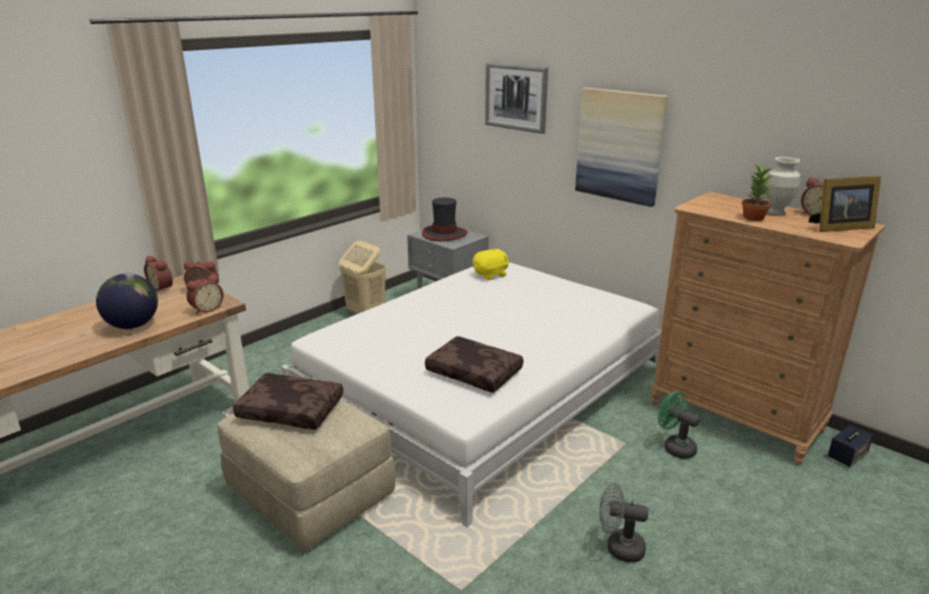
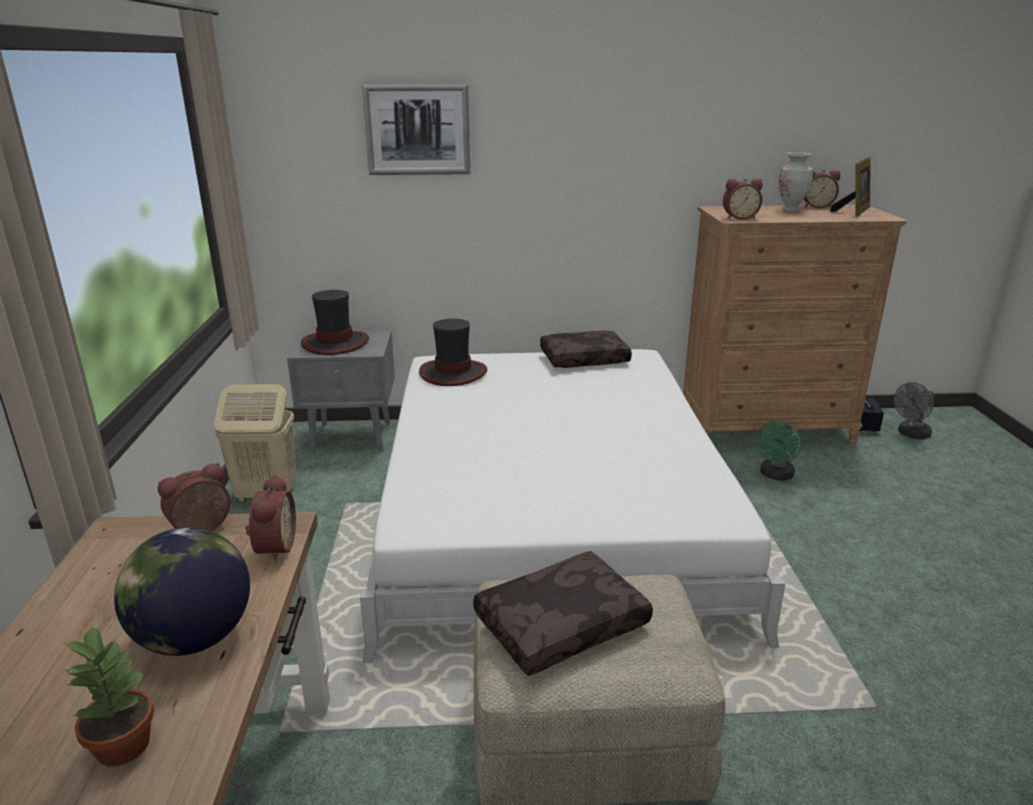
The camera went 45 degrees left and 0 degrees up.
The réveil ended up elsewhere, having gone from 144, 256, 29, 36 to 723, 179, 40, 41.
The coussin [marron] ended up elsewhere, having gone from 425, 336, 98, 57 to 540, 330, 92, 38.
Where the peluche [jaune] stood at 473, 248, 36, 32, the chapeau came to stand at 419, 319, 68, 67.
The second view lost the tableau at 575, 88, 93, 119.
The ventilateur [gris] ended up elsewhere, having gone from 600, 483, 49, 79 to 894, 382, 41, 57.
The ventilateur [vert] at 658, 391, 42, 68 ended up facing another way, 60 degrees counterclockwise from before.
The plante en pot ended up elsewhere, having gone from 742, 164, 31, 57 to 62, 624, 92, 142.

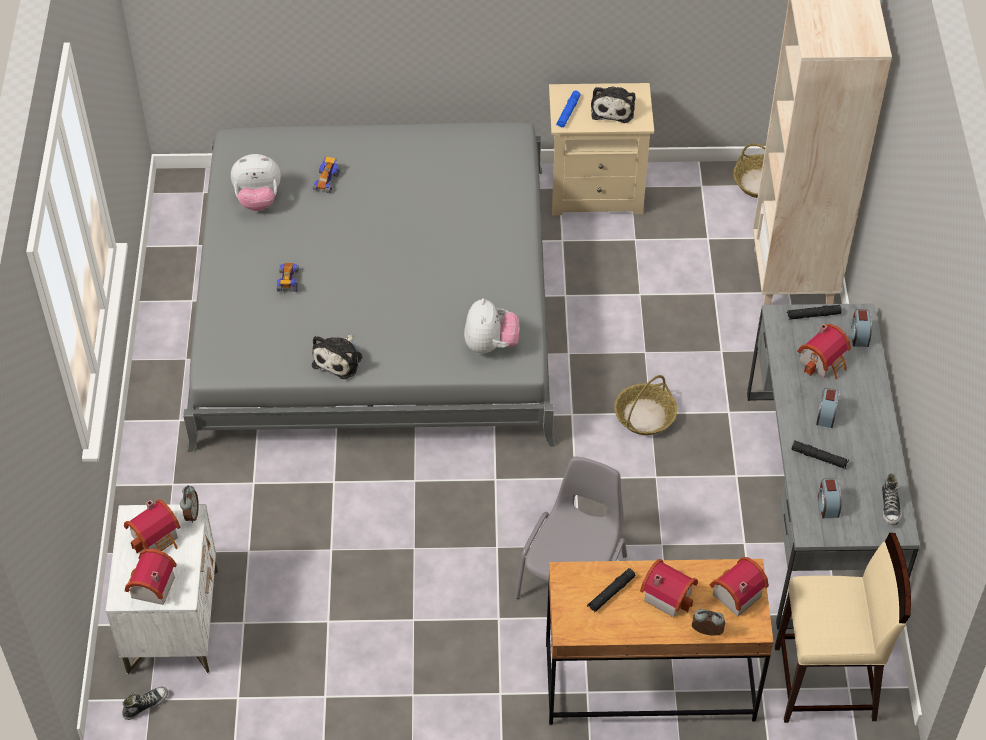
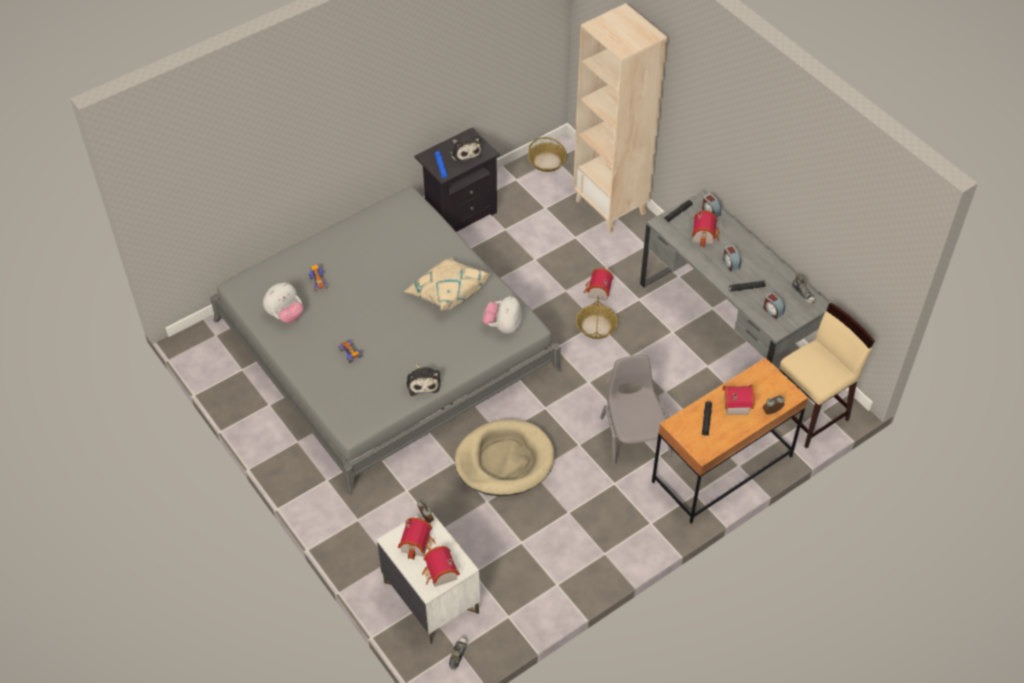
The camera went 35 degrees left and 0 degrees up.
The peluche at 464, 298, 55, 55 ended up facing another way, 135 degrees counterclockwise from before.
What was the table de chevet [beige] at 549, 83, 105, 132 turned into the table de chevet [noir] at 415, 128, 85, 104.
The maison miniature ended up elsewhere, having gone from 709, 557, 60, 59 to 584, 268, 29, 32.
The second view gained the coussin [beige] at 404, 257, 86, 53.
The second view gained the panier pour chien [beige] at 455, 419, 99, 77.

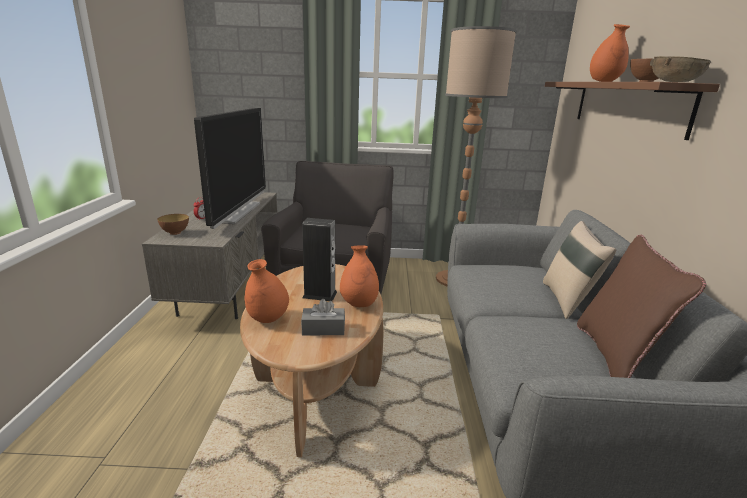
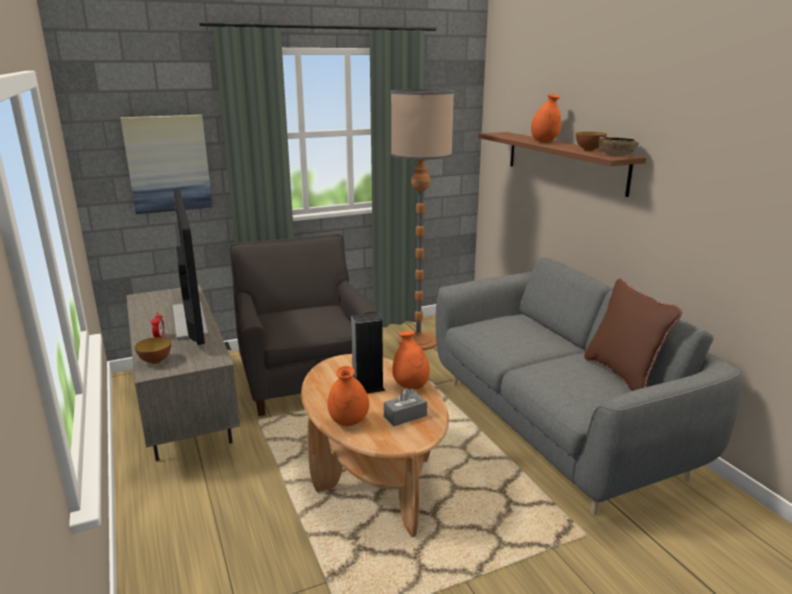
The camera went 25 degrees left and 0 degrees up.
The second view lost the coussin [beige] at 543, 221, 73, 98.
The second view gained the tableau at 120, 115, 93, 99.

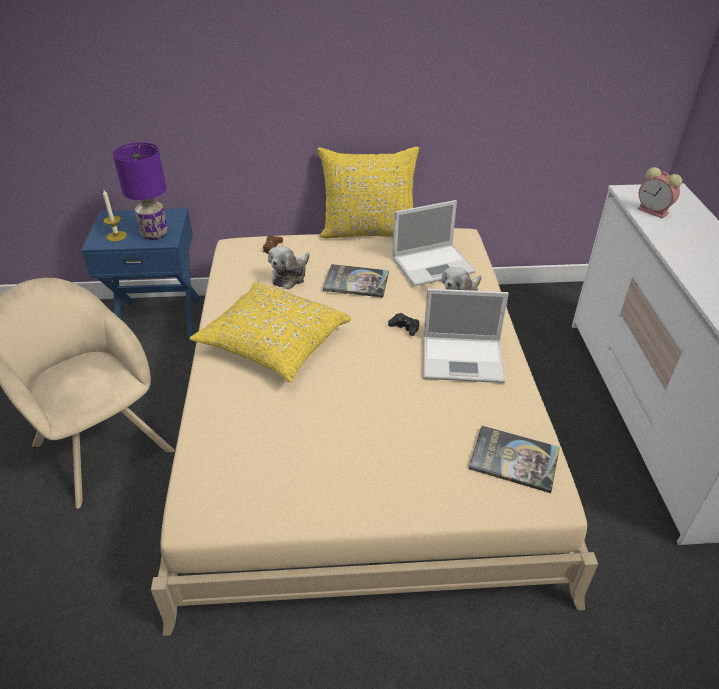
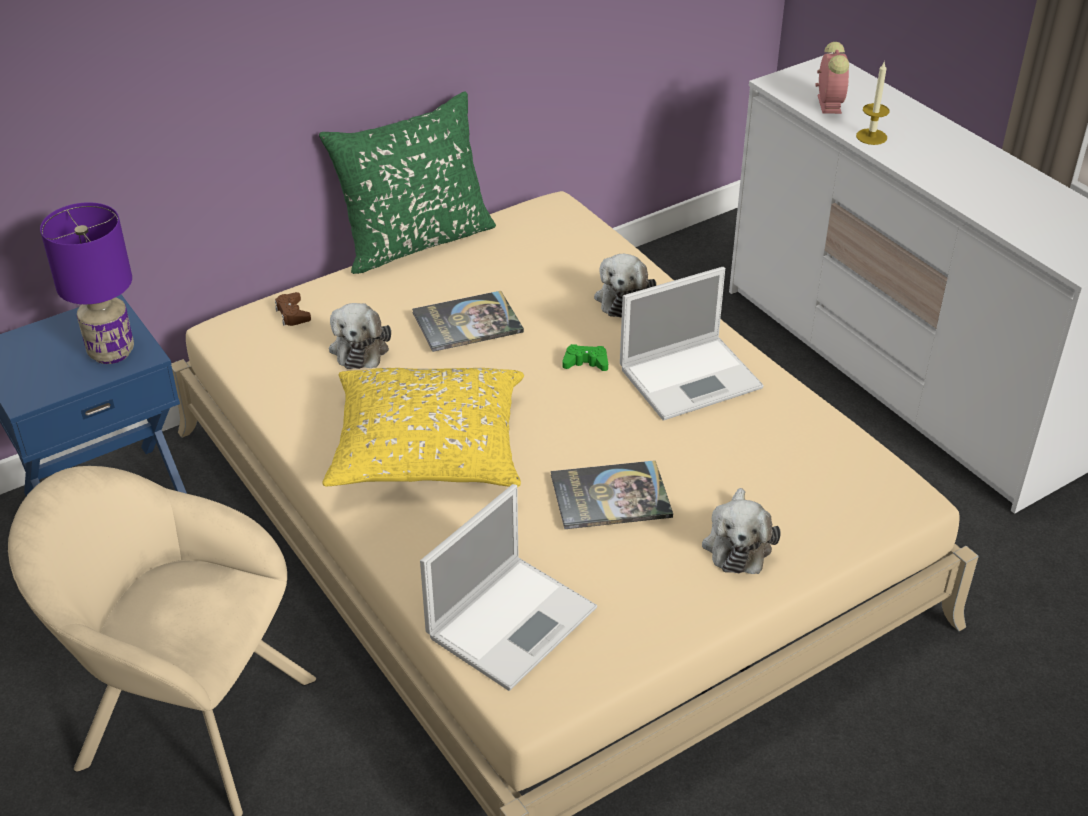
The camera went 30 degrees left and 0 degrees up.
The bougie ended up elsewhere, having gone from 103, 190, 24, 52 to 856, 61, 34, 84.
What was the coussin [jaune] at 318, 146, 101, 93 turned into the coussin [vert] at 319, 91, 177, 183.
What was the manette [noir] at 388, 313, 31, 23 turned into the manette [vert] at 562, 344, 46, 27.
The ordinateur portable ended up elsewhere, having gone from 392, 200, 84, 86 to 420, 484, 177, 207.
The livre ended up elsewhere, having gone from 469, 426, 91, 67 to 551, 460, 122, 69.
The réveil at 638, 167, 44, 51 ended up facing another way, 105 degrees counterclockwise from before.
The second view gained the peluche at 702, 488, 78, 86.

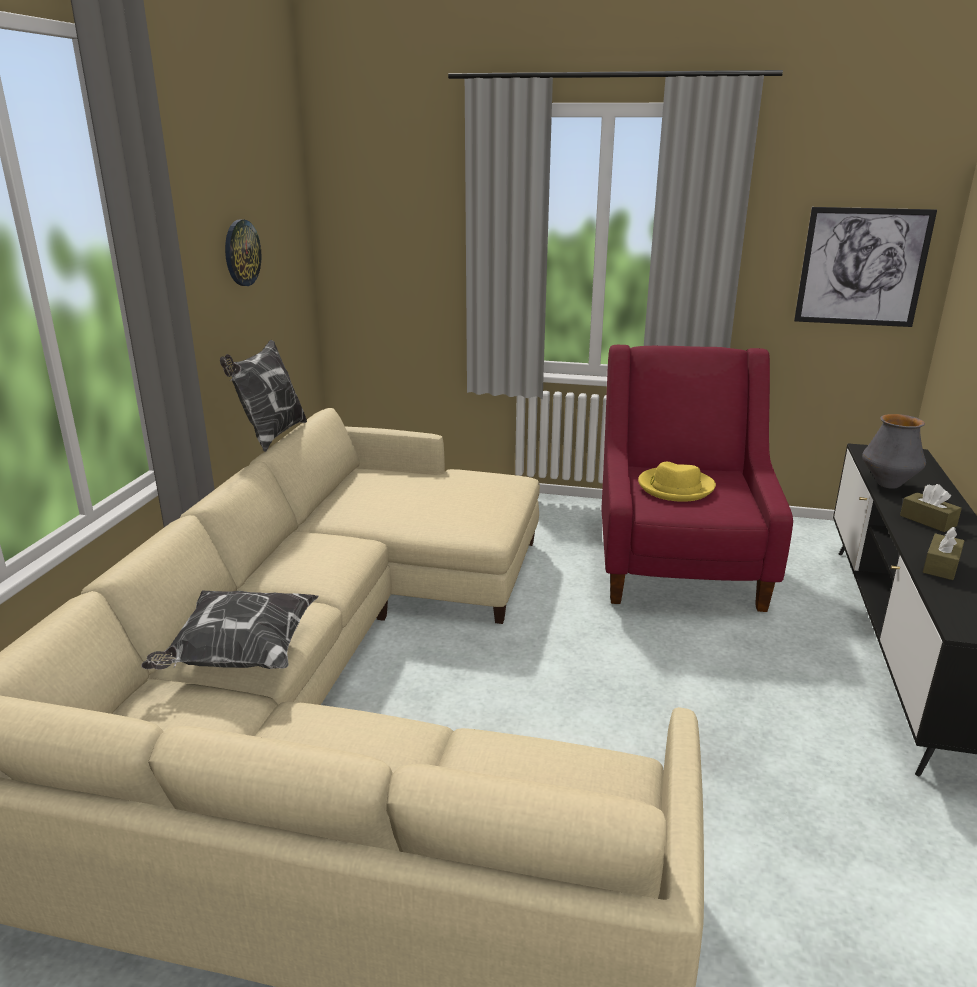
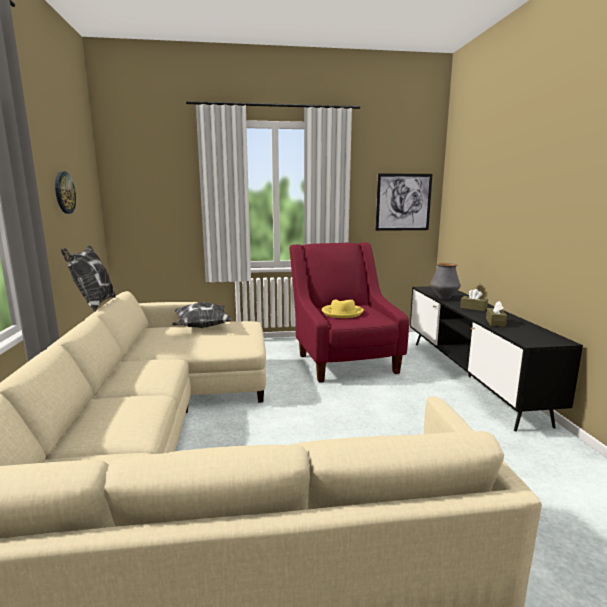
The camera went 20 degrees left and 10 degrees down.
The coussin ended up elsewhere, having gone from 141, 591, 177, 79 to 172, 302, 60, 26.

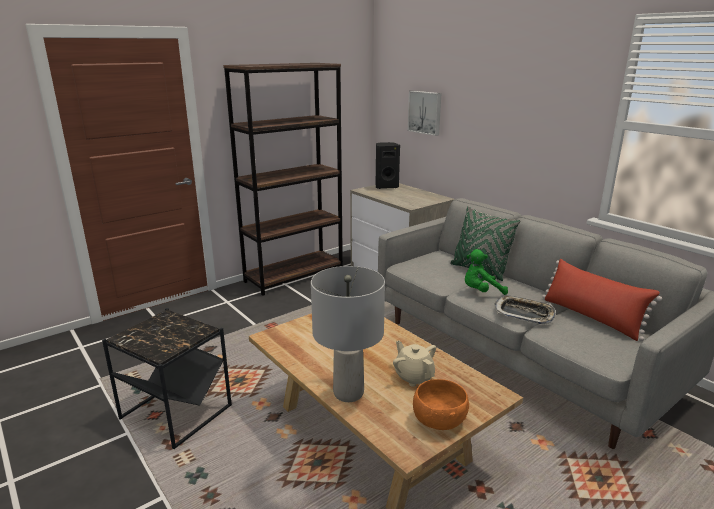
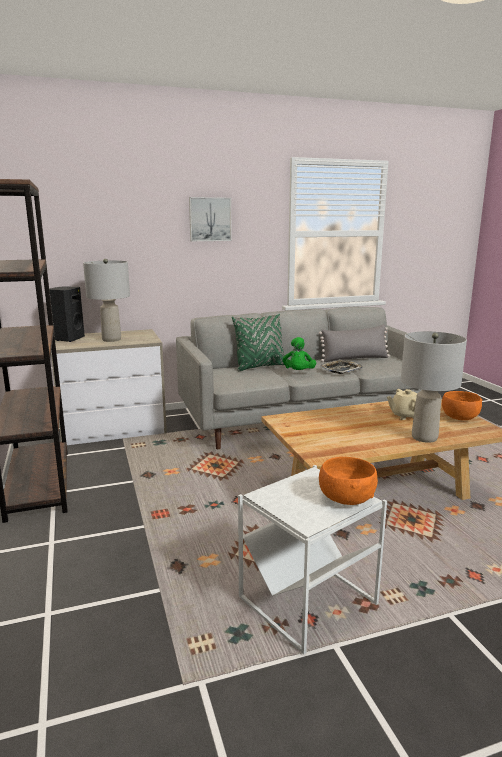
The camera went 70 degrees left and 5 degrees down.
What was the table d'appoint [noir] at 102, 308, 130, 141 turned into the table d'appoint [blanc] at 238, 465, 149, 190.
The tableau ended up elsewhere, having gone from 408, 91, 33, 45 to 189, 197, 43, 44.
What was the coussin [rouge] at 542, 259, 120, 82 turned into the coussin [gris] at 319, 324, 71, 38.
The second view gained the lampe de table [gris] at 83, 259, 47, 83.
The second view gained the bol [orange] at 319, 457, 59, 48.

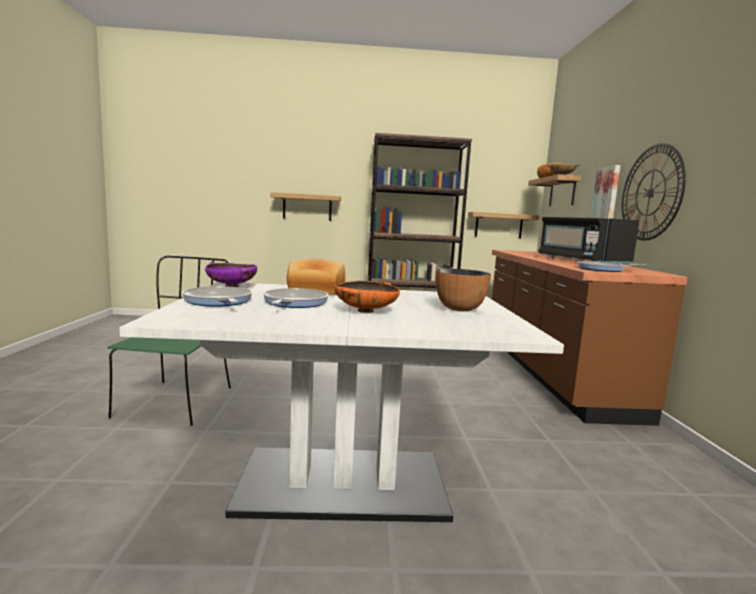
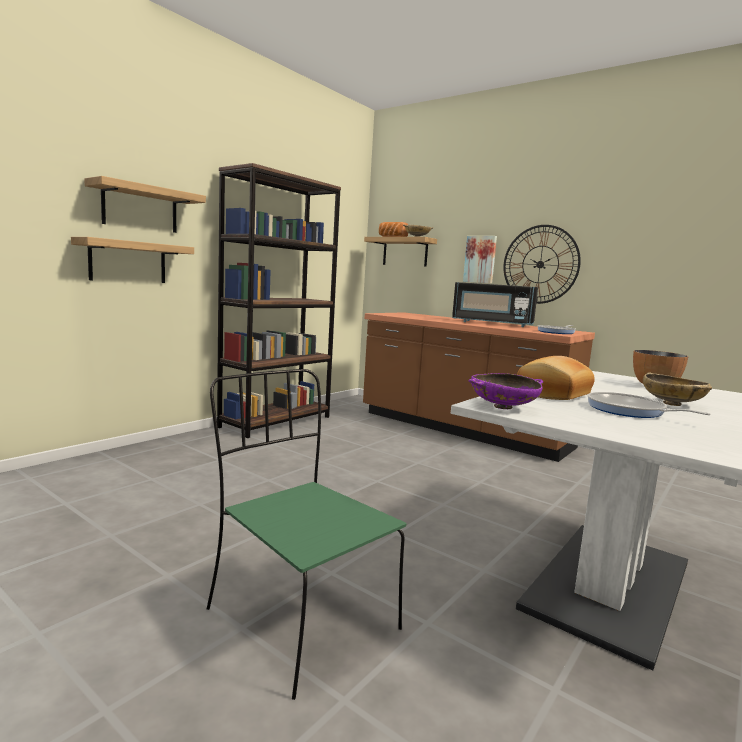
The camera went 50 degrees left and 0 degrees up.
The second view lost the poêle at 182, 286, 70, 20.
What was the bol [orange] at 335, 281, 65, 32 turned into the bol [beige] at 643, 373, 69, 33.
The étagère ended up elsewhere, having gone from 468, 212, 72, 27 to 84, 176, 122, 57.

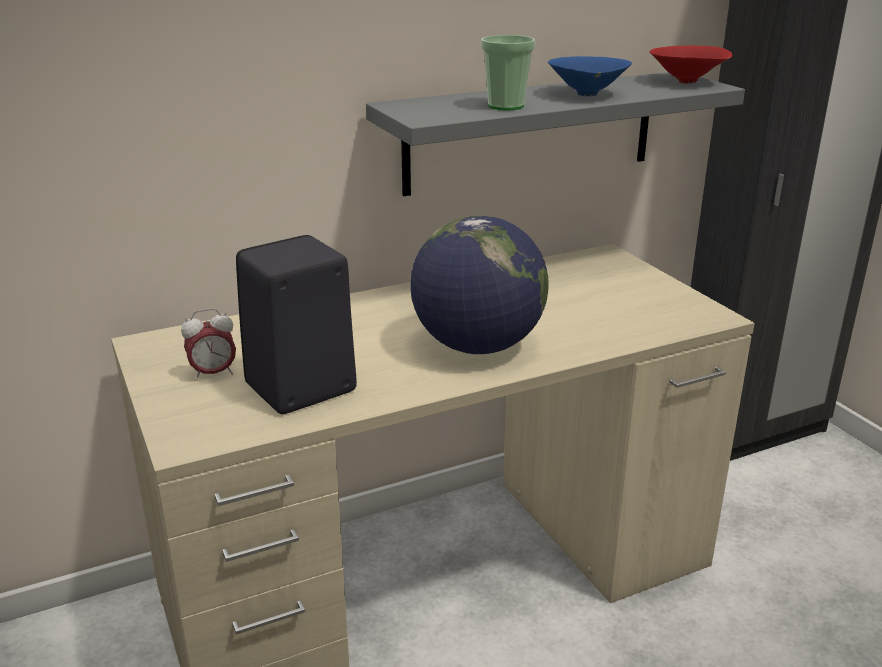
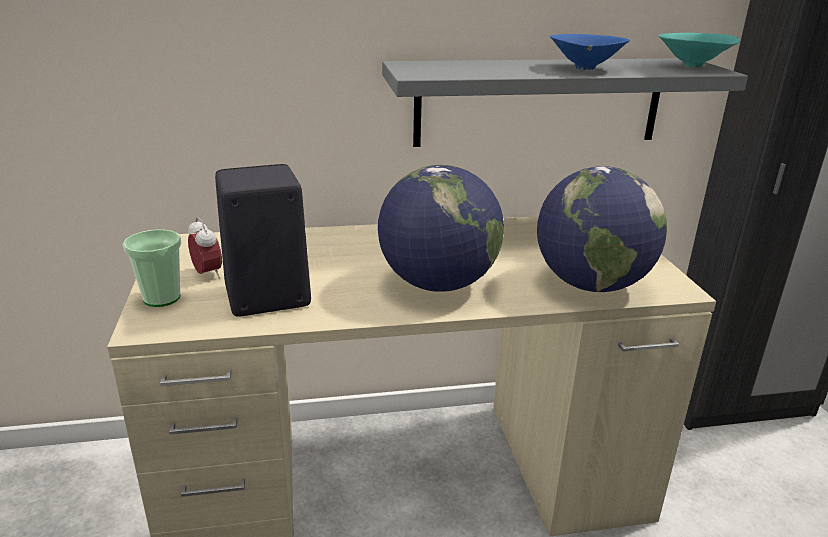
The camera went 15 degrees right and 0 degrees up.
The réveil at 181, 308, 55, 73 ended up facing another way, 120 degrees counterclockwise from before.
The tasse ended up elsewhere, having gone from 481, 35, 55, 75 to 123, 229, 58, 78.
What was the bol [rouge] at 650, 45, 83, 39 turned into the bol [turquoise] at 659, 33, 81, 34.
The second view gained the globe at 537, 166, 130, 126.

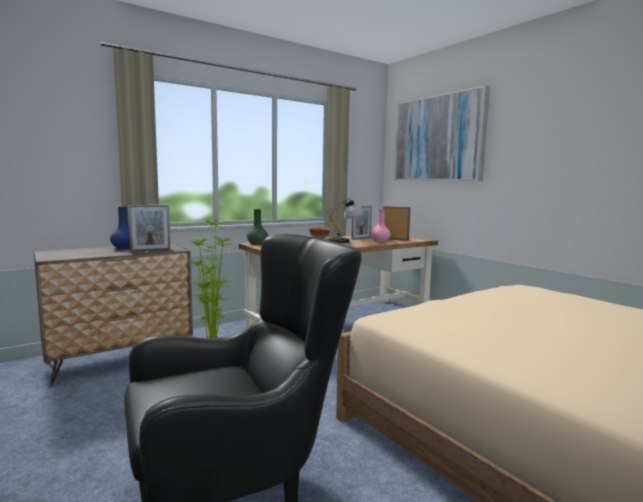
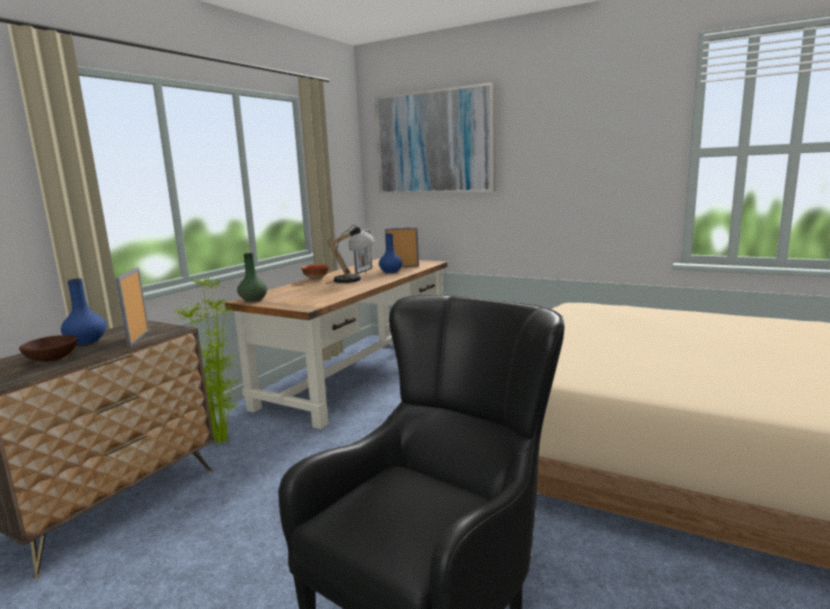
The camera went 25 degrees left and 5 degrees up.
The cadre photo at 128, 205, 43, 47 ended up facing another way, 135 degrees clockwise from before.
What was the vase [rose] at 371, 209, 20, 33 turned into the vase [bleu] at 379, 233, 23, 40.
The second view gained the bol [marron] at 19, 335, 59, 27.

